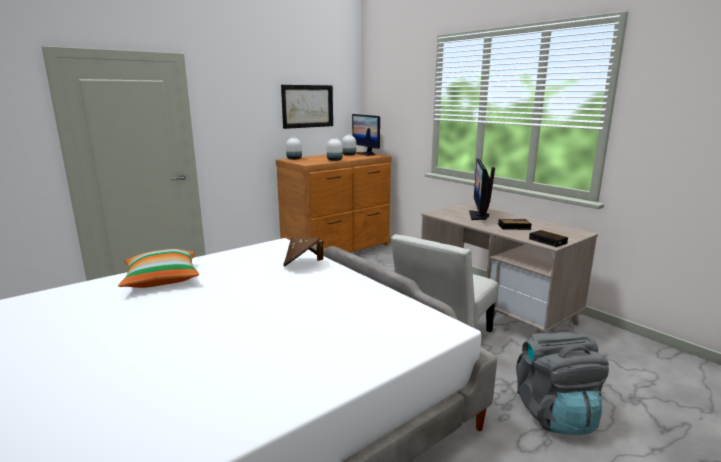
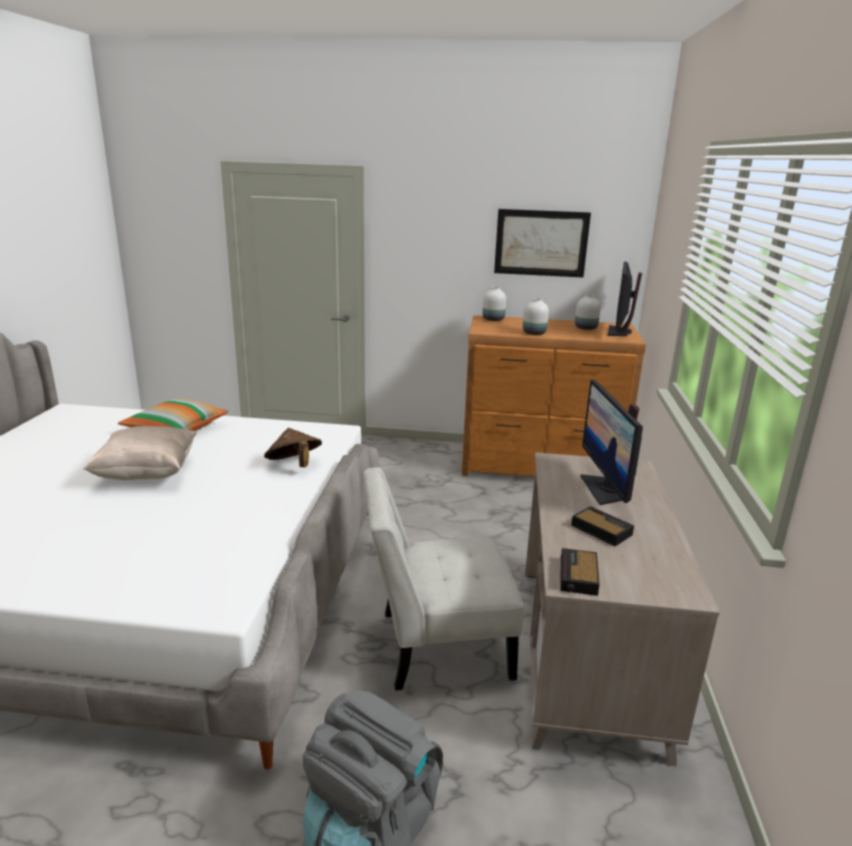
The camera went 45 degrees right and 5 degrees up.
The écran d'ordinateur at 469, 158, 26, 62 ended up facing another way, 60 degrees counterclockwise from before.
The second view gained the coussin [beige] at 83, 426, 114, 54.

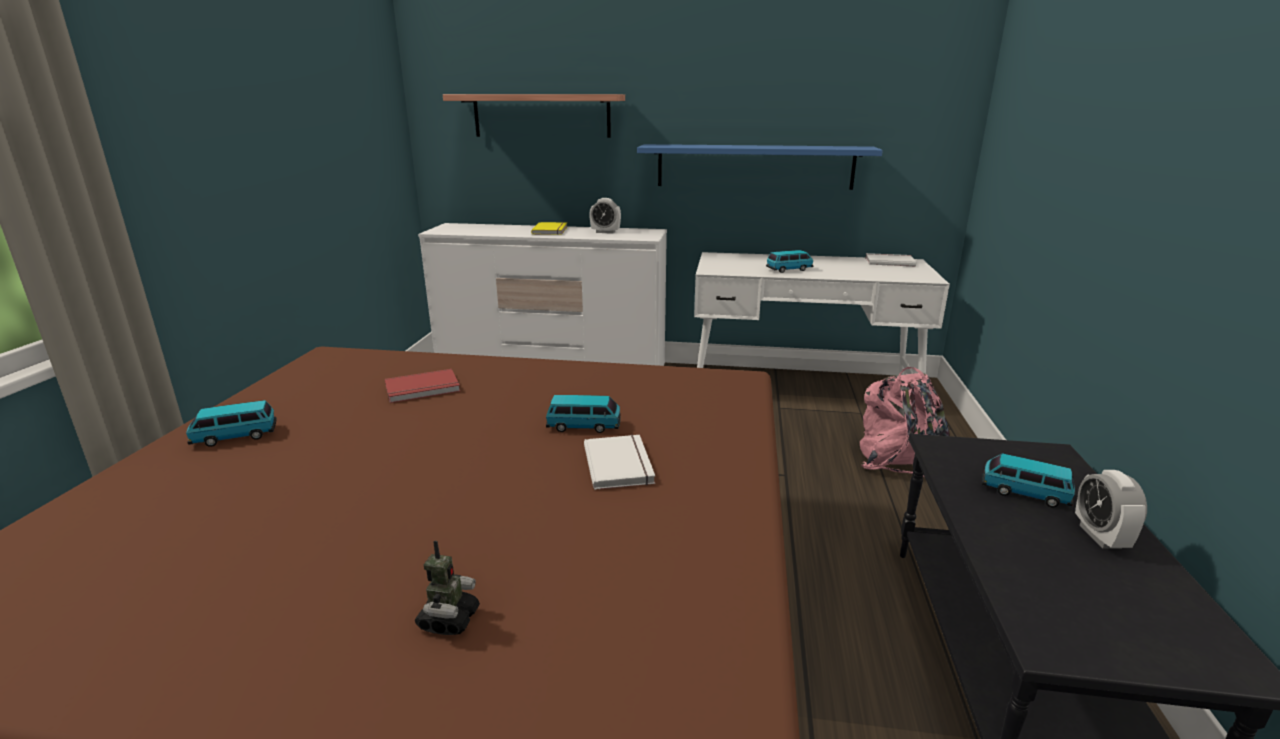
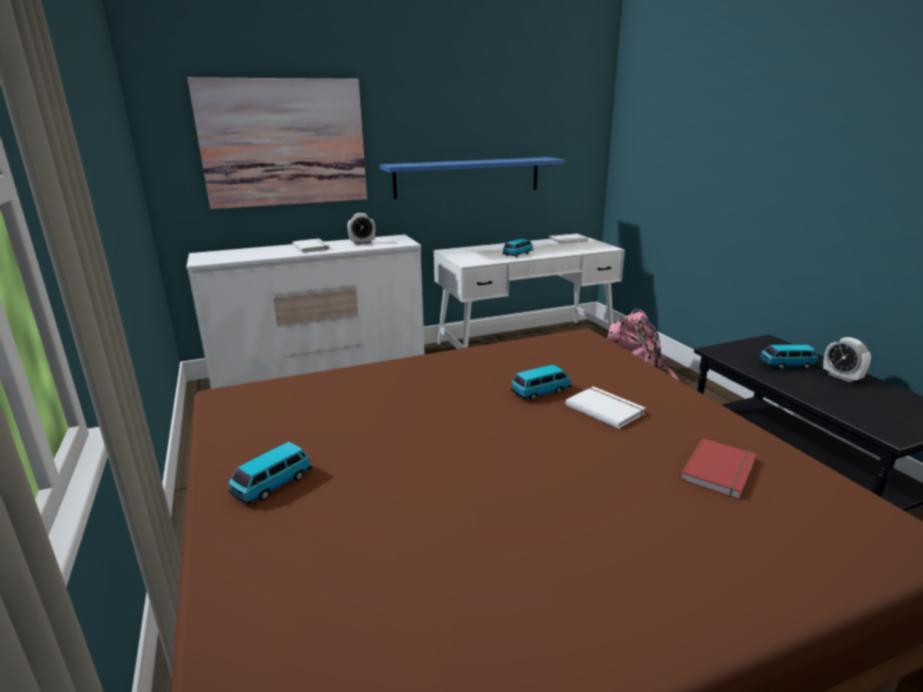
The camera went 30 degrees left and 0 degrees up.
The livre [rouge] ended up elsewhere, having gone from 385, 369, 75, 34 to 680, 438, 76, 61.
The second view lost the robot jouet at 415, 541, 65, 94.
Where the étagère hung at 443, 94, 182, 44, the tableau came to hang at 188, 77, 179, 132.
What was the livre [jaune] at 531, 222, 36, 13 turned into the livre [blanc] at 292, 239, 38, 14.

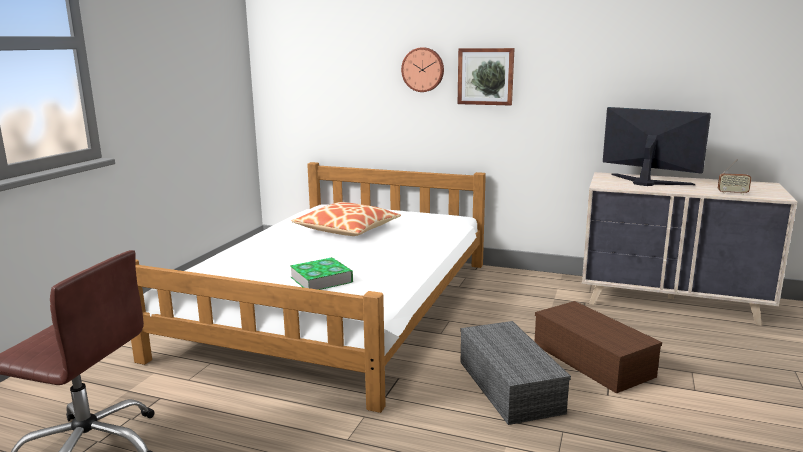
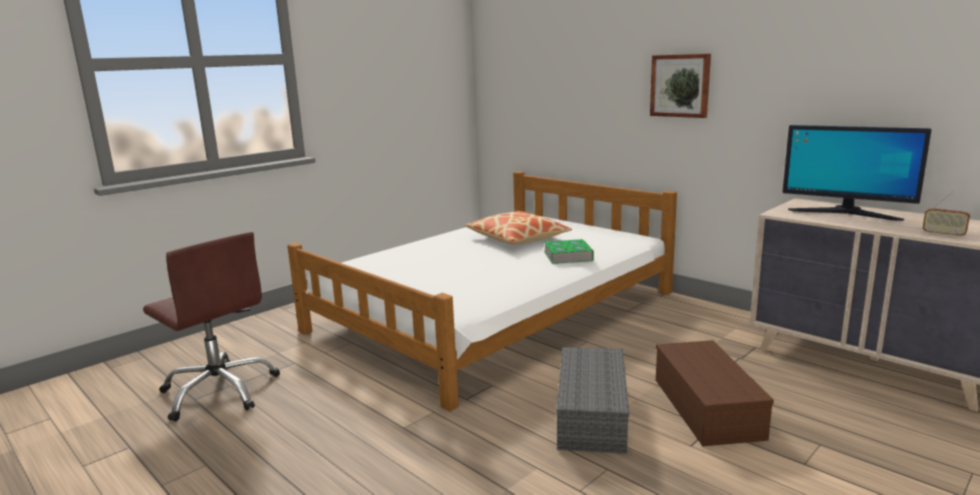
The camera went 25 degrees right and 0 degrees up.
The livre ended up elsewhere, having gone from 290, 257, 63, 33 to 544, 239, 50, 25.
The second view lost the horloge murale at 401, 47, 43, 45.
The écran d'ordinateur at 603, 107, 108, 79 ended up facing another way, 150 degrees clockwise from before.

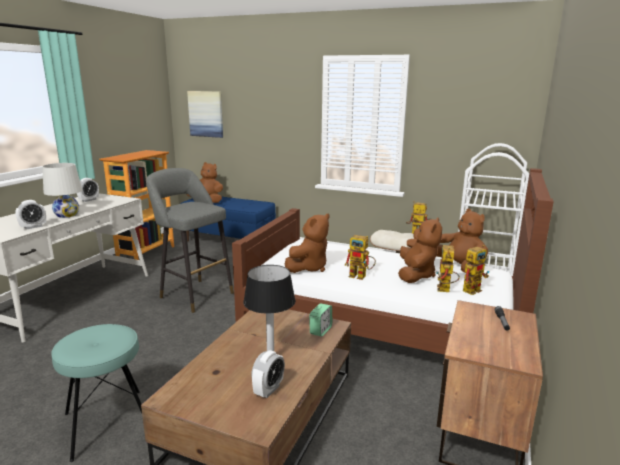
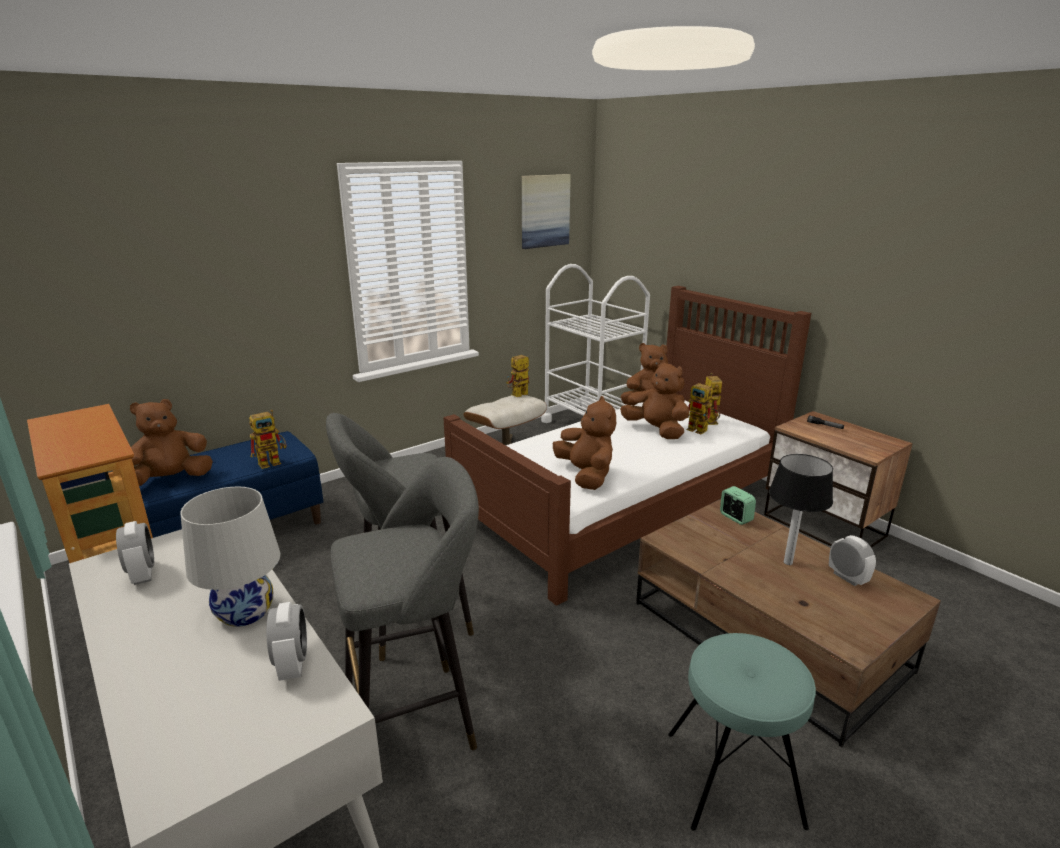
The camera went 60 degrees left and 5 degrees up.
The tableau ended up elsewhere, having gone from 187, 91, 36, 47 to 522, 174, 49, 75.
The robot jouet ended up elsewhere, having gone from 344, 235, 32, 45 to 249, 410, 38, 59.
The second view gained the tabouret [gris] at 330, 457, 149, 293.

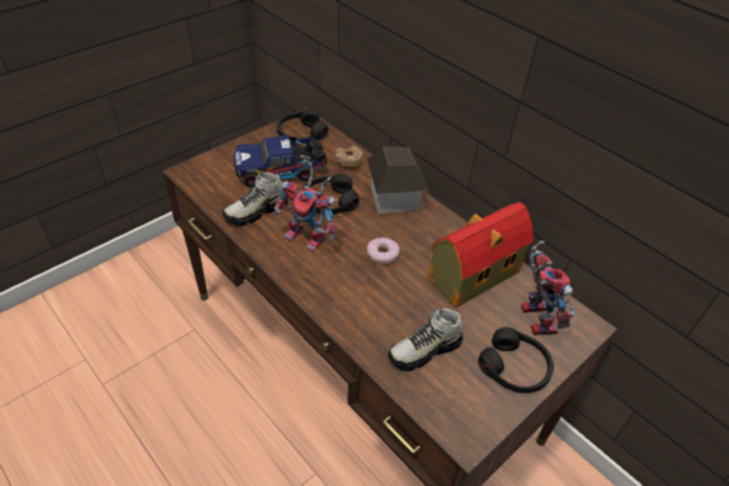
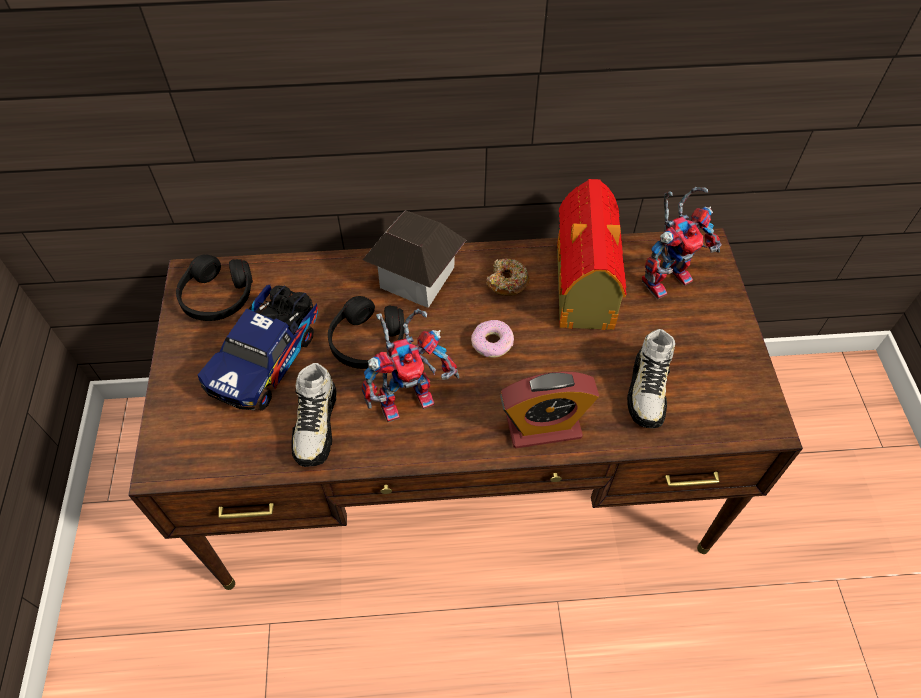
The camera went 50 degrees left and 10 degrees up.
The beignet ended up elsewhere, having gone from 335, 146, 29, 23 to 486, 259, 44, 37.
The second view lost the casque audio [noir] at 478, 327, 76, 66.
The robot jouet at 521, 241, 55, 95 ended up facing another way, 120 degrees clockwise from before.
The second view gained the réveil at 500, 371, 99, 77.

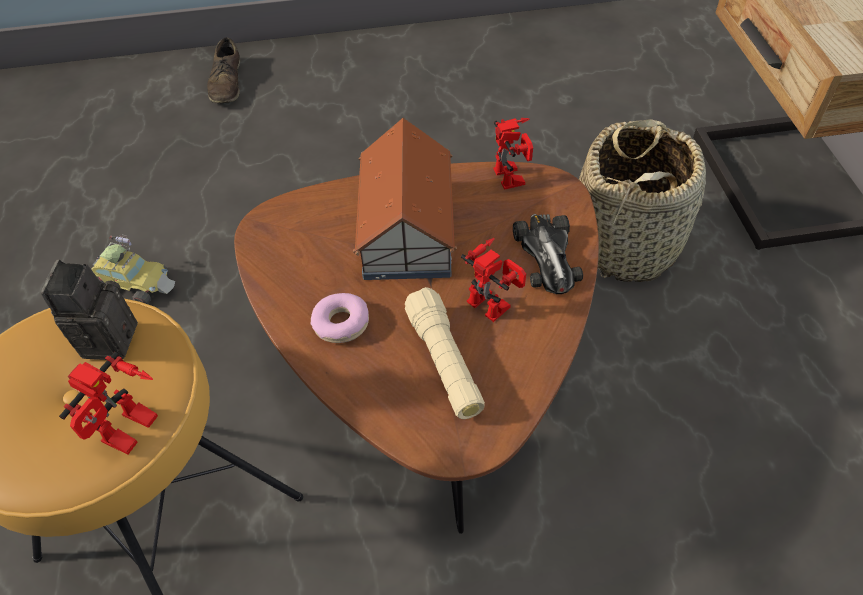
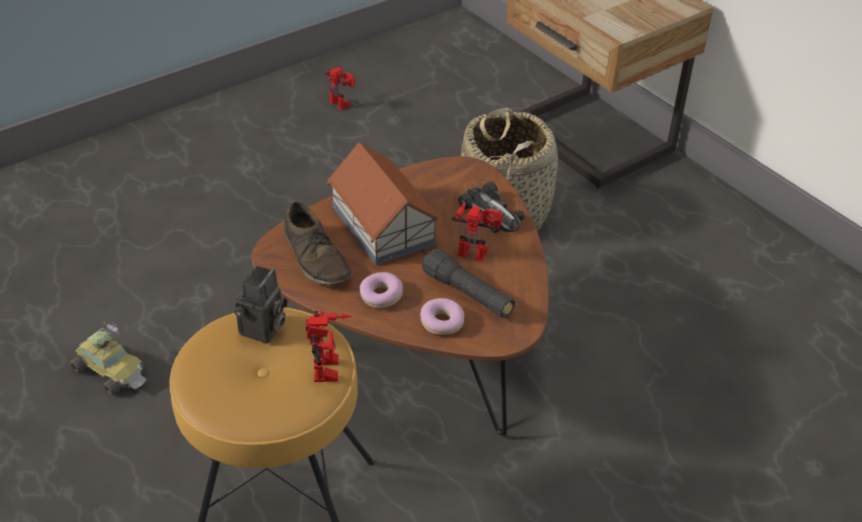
The camera went 30 degrees left and 10 degrees down.
The appareil photo at 40, 259, 98, 101 ended up facing another way, 135 degrees counterclockwise from before.
The petite voiture at 91, 234, 84, 70 ended up facing another way, 45 degrees clockwise from before.
The chaussure [marron] ended up elsewhere, having gone from 207, 37, 33, 66 to 284, 202, 68, 83.
What was the lampe de poche [beige] at 405, 287, 80, 132 turned into the lampe de poche [noir] at 422, 249, 93, 69.
The robot jouet ended up elsewhere, having gone from 494, 118, 39, 72 to 324, 66, 31, 44.
The second view gained the beignet at 420, 298, 44, 37.

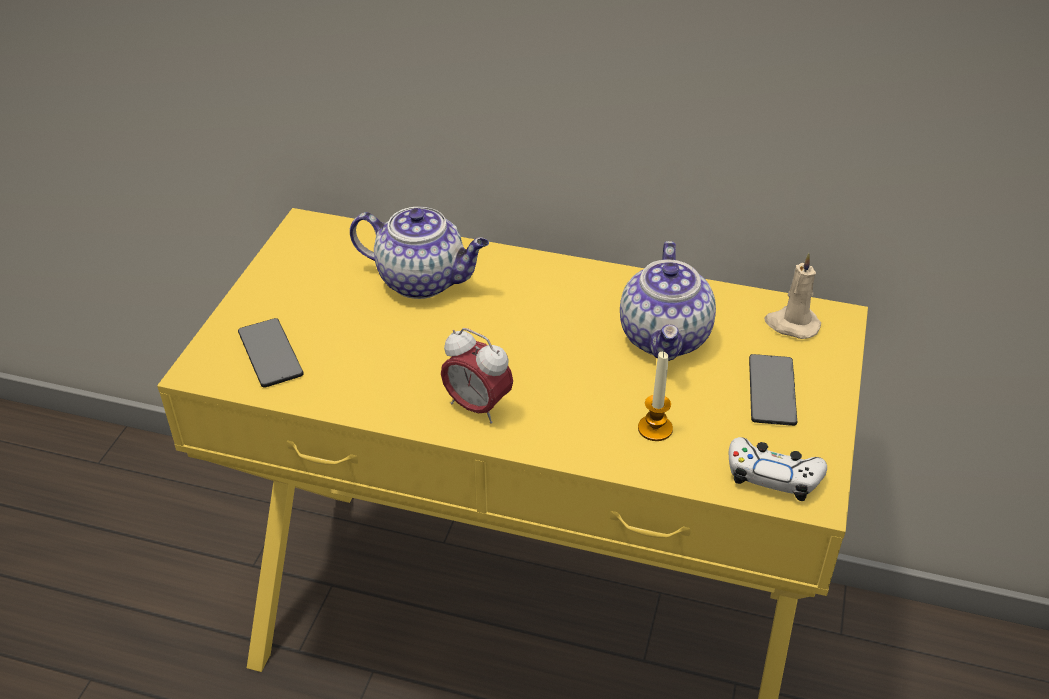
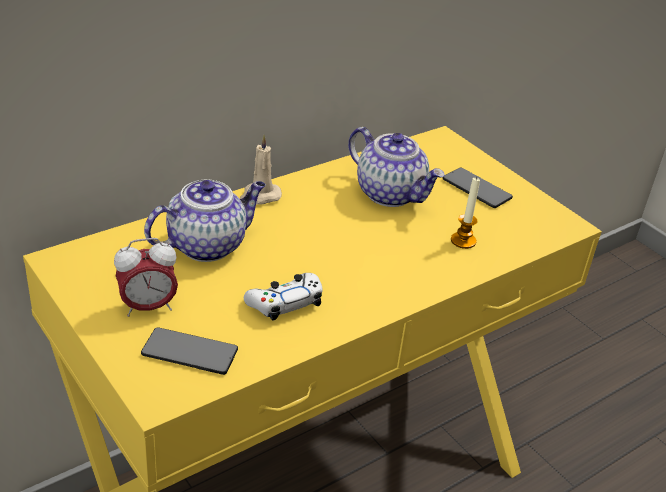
The camera went 55 degrees left and 5 degrees down.
The réveil ended up elsewhere, having gone from 441, 328, 72, 96 to 114, 238, 64, 79.
The manette [blanc] ended up elsewhere, having gone from 729, 437, 98, 64 to 244, 273, 79, 47.
The bougie [beige] ended up elsewhere, having gone from 764, 253, 57, 86 to 240, 135, 42, 70.

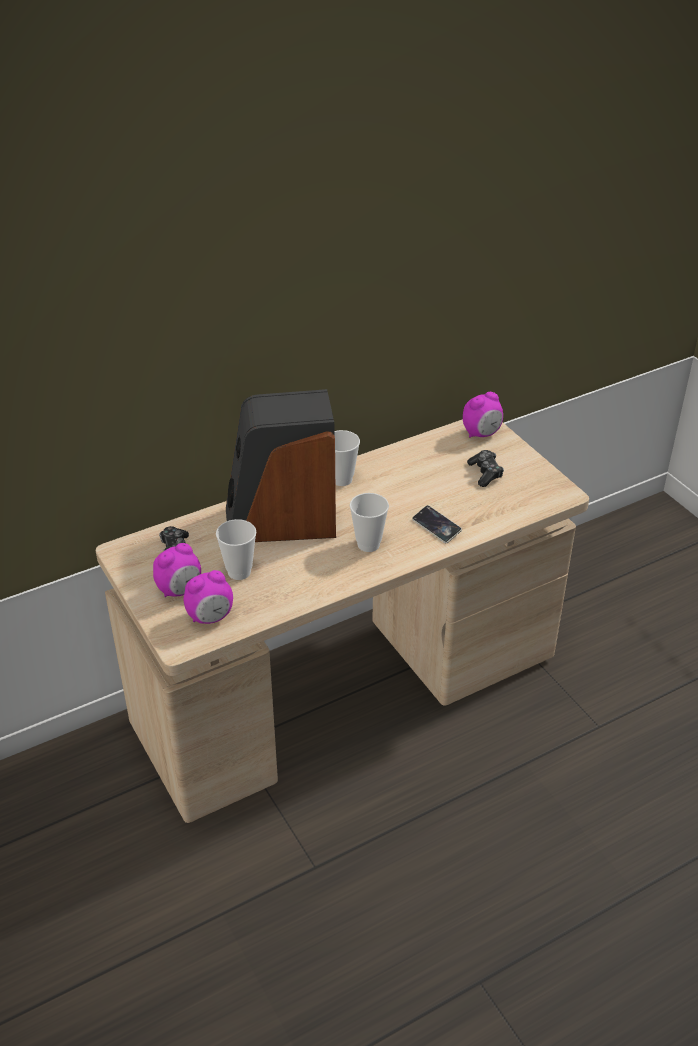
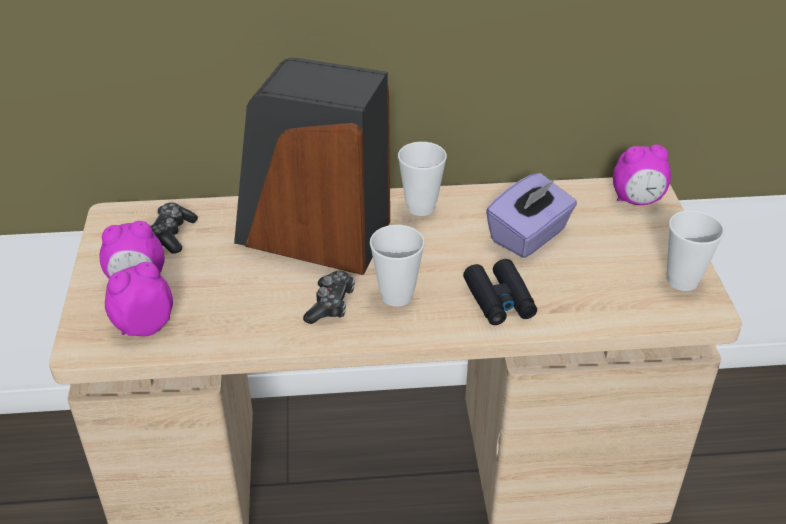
The camera went 25 degrees right and 0 degrees up.
The réveil at 183, 570, 50, 54 ended up facing another way, 150 degrees clockwise from before.
The tasse ended up elsewhere, having gone from 216, 519, 40, 61 to 667, 210, 57, 81.
Where the téléphone stood at 412, 505, 50, 38, the jumelles [noir] came to stand at 463, 259, 74, 66.
The manette ended up elsewhere, having gone from 467, 450, 37, 37 to 303, 270, 52, 54.
The second view gained the boîte à mouchoirs [violet] at 486, 173, 91, 85.

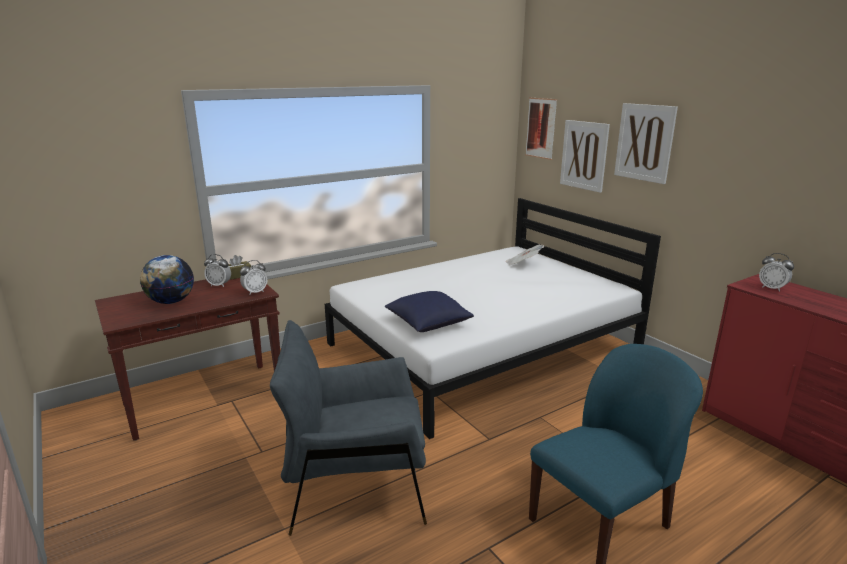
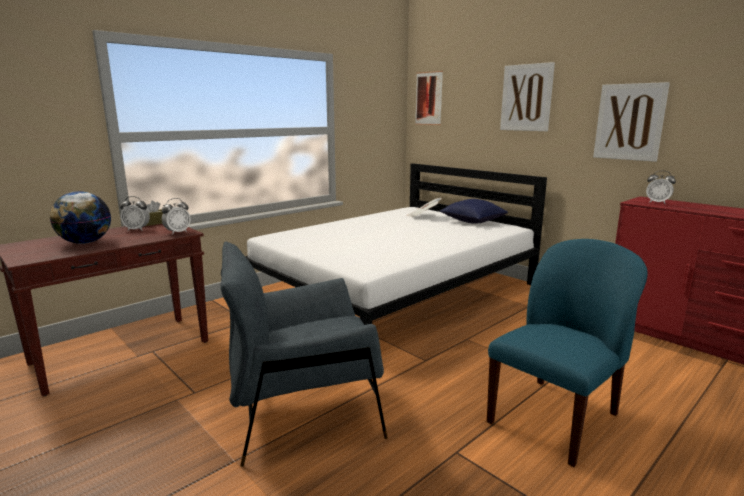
The camera went 10 degrees left and 5 degrees down.
The coussin [bleu] ended up elsewhere, having gone from 384, 291, 90, 41 to 440, 199, 68, 25.
The tableau ended up elsewhere, having gone from 560, 120, 50, 73 to 593, 82, 77, 80.

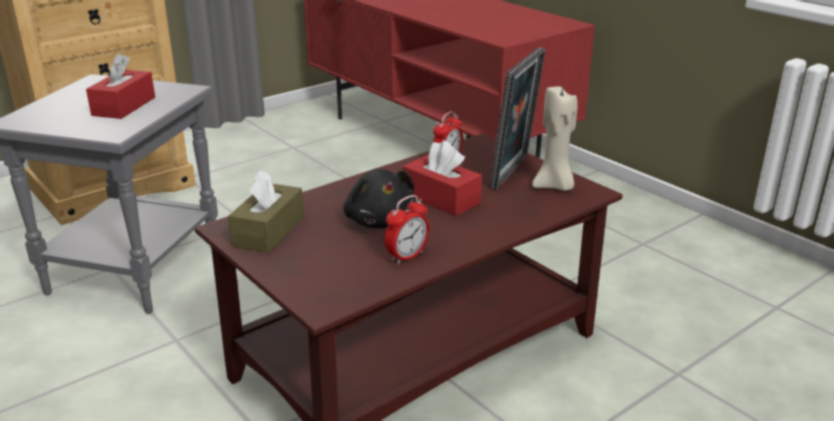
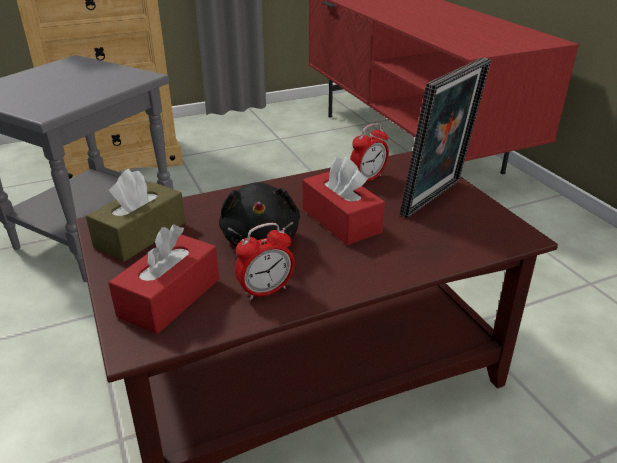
The camera went 15 degrees right and 5 degrees up.
The boîte à mouchoirs [rouge] ended up elsewhere, having gone from 86, 54, 69, 65 to 108, 225, 111, 109.
The second view lost the bougie [beige] at 532, 86, 46, 105.

